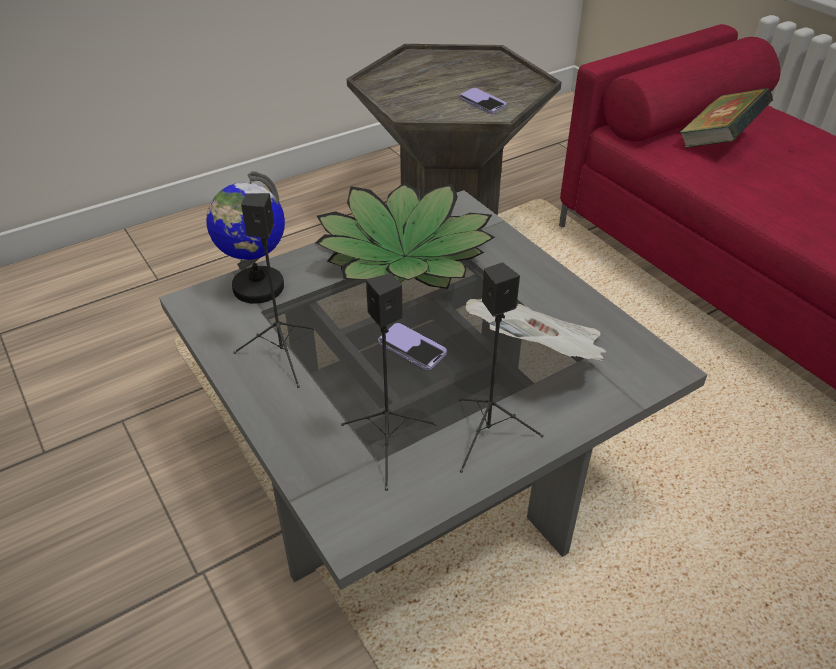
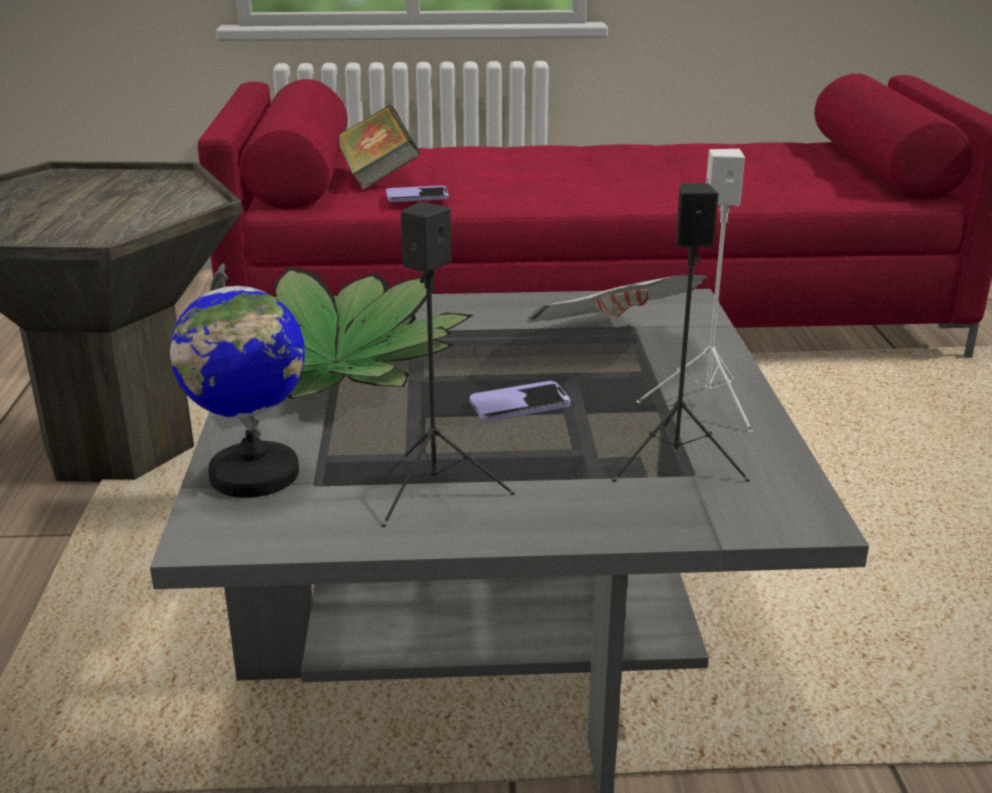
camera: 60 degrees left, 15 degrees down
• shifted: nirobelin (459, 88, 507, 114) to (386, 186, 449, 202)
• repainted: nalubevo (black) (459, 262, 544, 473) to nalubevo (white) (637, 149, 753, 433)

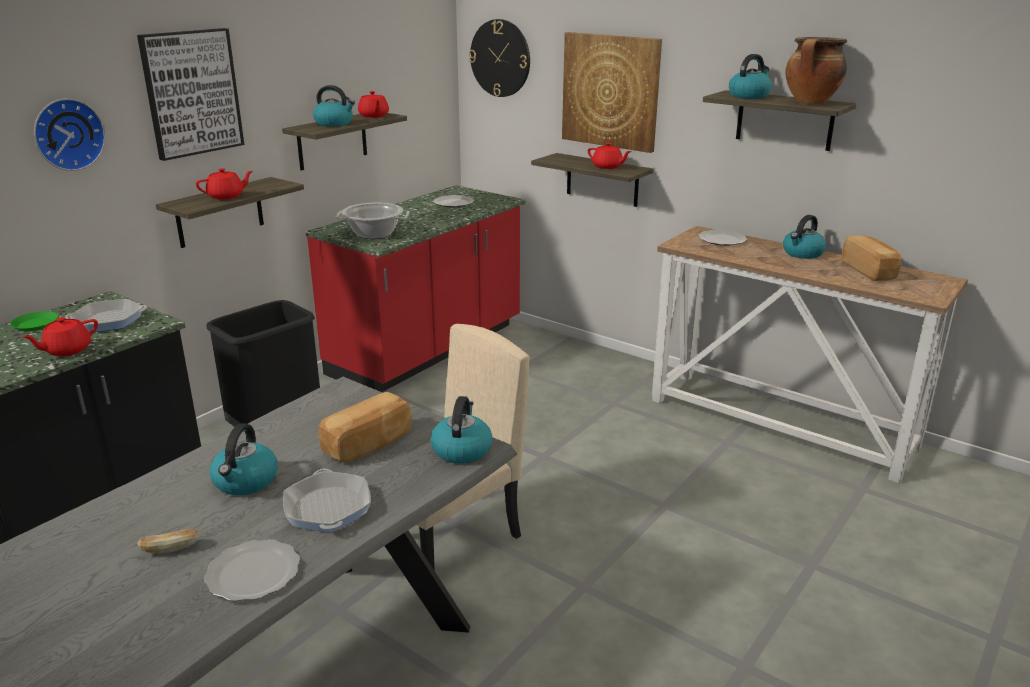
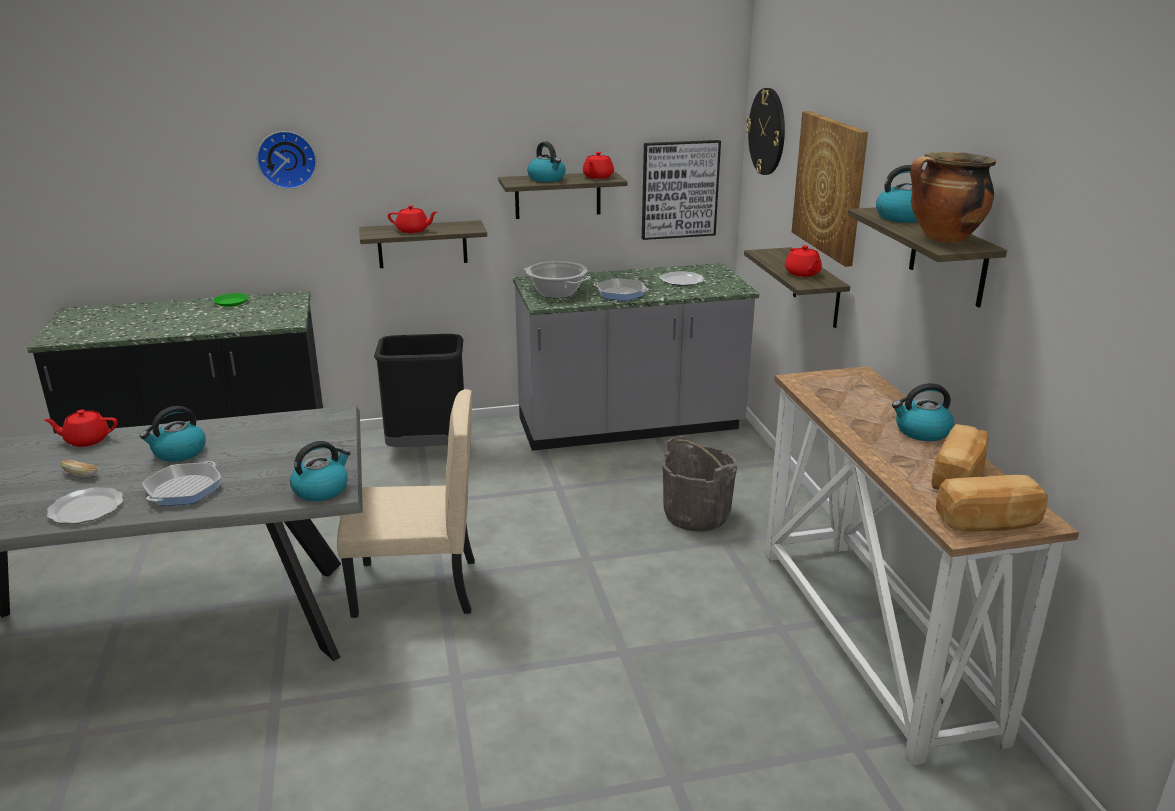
camera: 40 degrees right, 0 degrees up
• shifted: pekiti (137, 28, 244, 161) to (642, 140, 721, 240)
• repainted: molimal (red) (306, 185, 526, 392) to molimal (grey) (513, 263, 759, 451)
• gone: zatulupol (698, 230, 747, 246)
• shifted: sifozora (65, 299, 147, 332) to (593, 278, 649, 301)
• shifted: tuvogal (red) (23, 317, 98, 356) to (43, 410, 118, 447)
• shifted: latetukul (319, 392, 411, 463) to (936, 475, 1048, 532)
• new: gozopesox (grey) (662, 436, 737, 532)

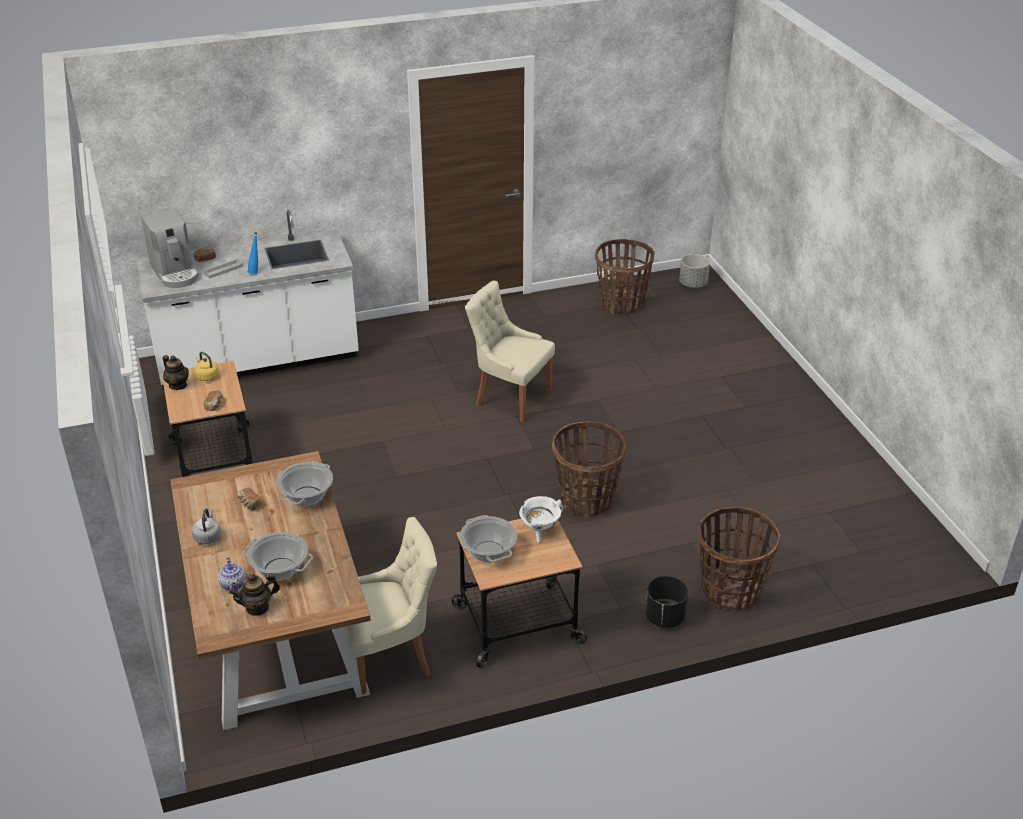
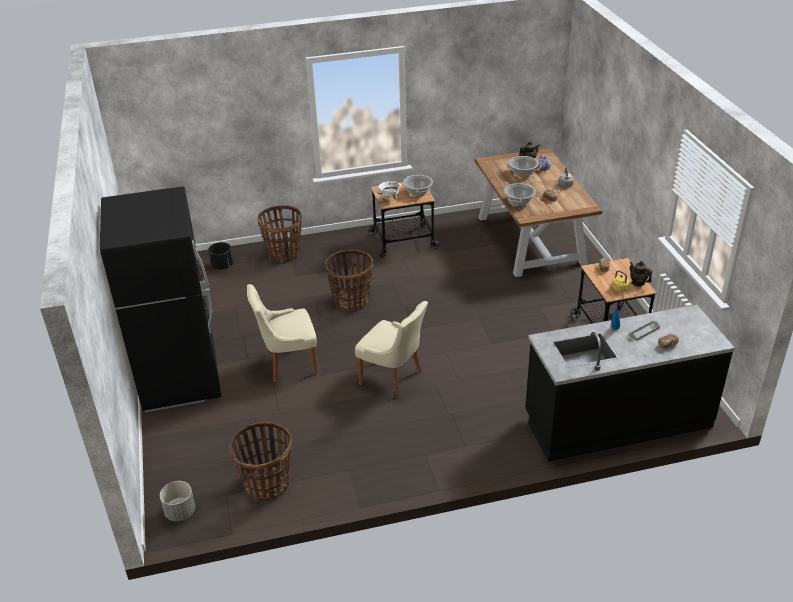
camera: 175 degrees left, 0 degrees up
• gone: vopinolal (141, 209, 199, 288)
• repainted: molimal (white) (136, 210, 359, 390) to molimal (black) (525, 305, 735, 462)
• shifted: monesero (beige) (346, 517, 437, 695) to (247, 284, 317, 382)
• shifted: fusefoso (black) (645, 576, 688, 628) to (208, 242, 233, 270)
• new: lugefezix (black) (100, 186, 221, 412)

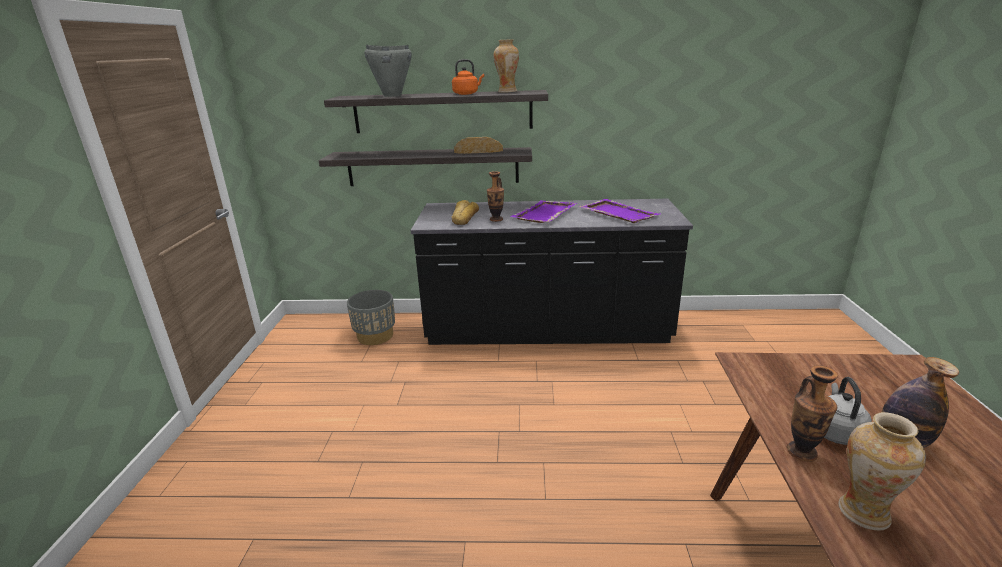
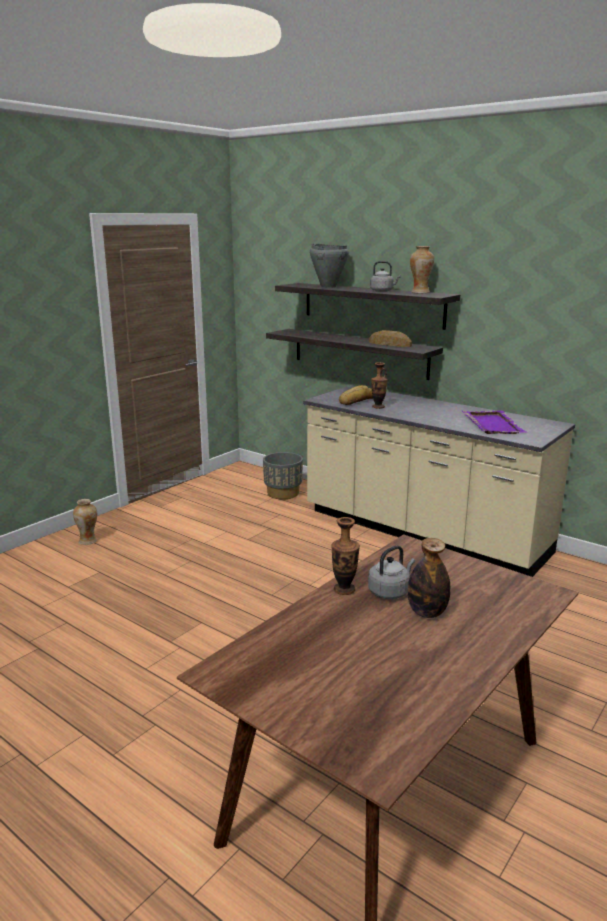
camera: 35 degrees right, 5 degrees down
• repainted: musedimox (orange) (452, 59, 484, 95) to musedimox (grey) (370, 261, 401, 292)
• repainted: molimal (black) (410, 199, 693, 345) to molimal (beige) (303, 385, 575, 577)
• gone: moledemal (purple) (510, 200, 577, 223)
• shifted: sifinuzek (838, 412, 926, 531) to (73, 499, 97, 545)

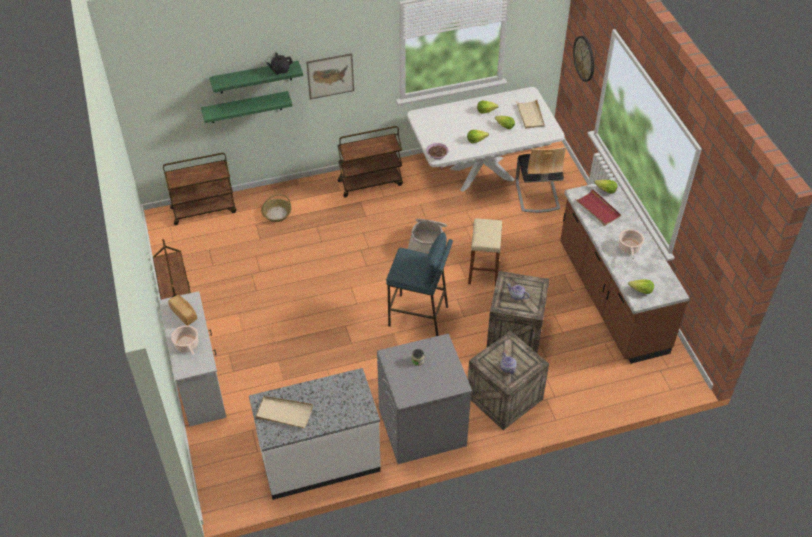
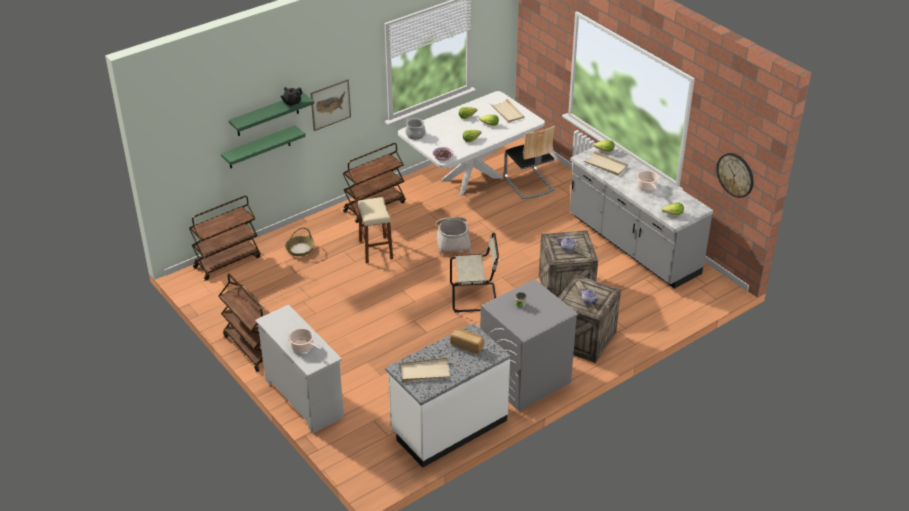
camera: 20 degrees left, 10 degrees down
• shifted: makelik (573, 36, 594, 82) to (717, 153, 754, 198)
• repainted: molimal (brown) (560, 179, 689, 364) to molimal (grey) (570, 146, 714, 289)
• repainted: moledemal (red) (575, 189, 621, 226) to moledemal (beige) (584, 151, 628, 176)
• shifted: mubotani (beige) (468, 219, 502, 285) to (358, 197, 393, 263)
• swapped: mubotani (blue) (386, 232, 453, 336) to monesero (beige) (450, 232, 499, 313)
• shifted: latetukul (168, 295, 197, 325) to (450, 328, 485, 354)
• new: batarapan (405, 118, 426, 139)

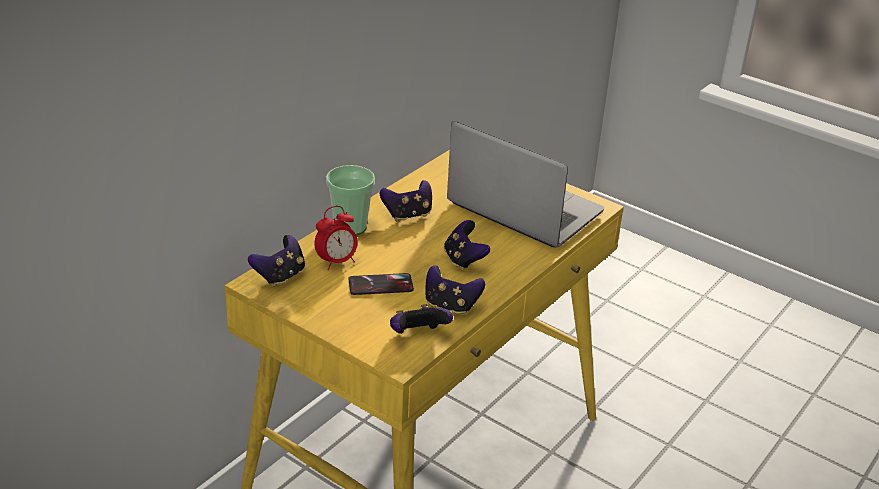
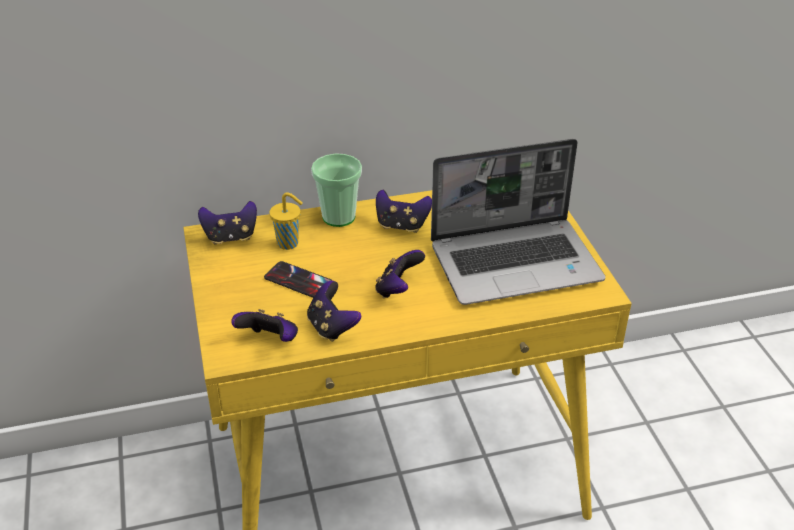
camera: 40 degrees right, 5 degrees up
• rotated: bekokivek (447, 121, 604, 248) = (431, 139, 605, 305) 90 degrees clockwise
• swapped: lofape (315, 206, 358, 270) to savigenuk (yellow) (269, 192, 303, 250)

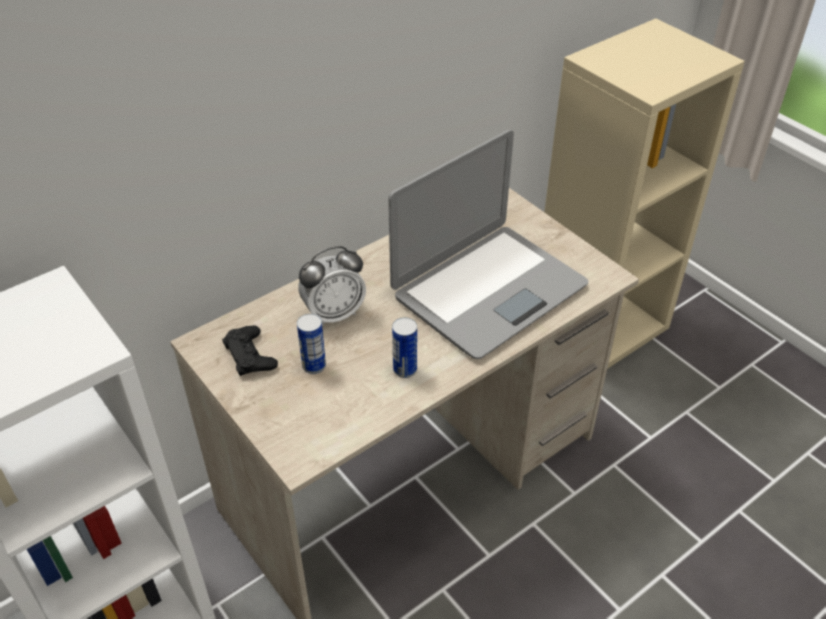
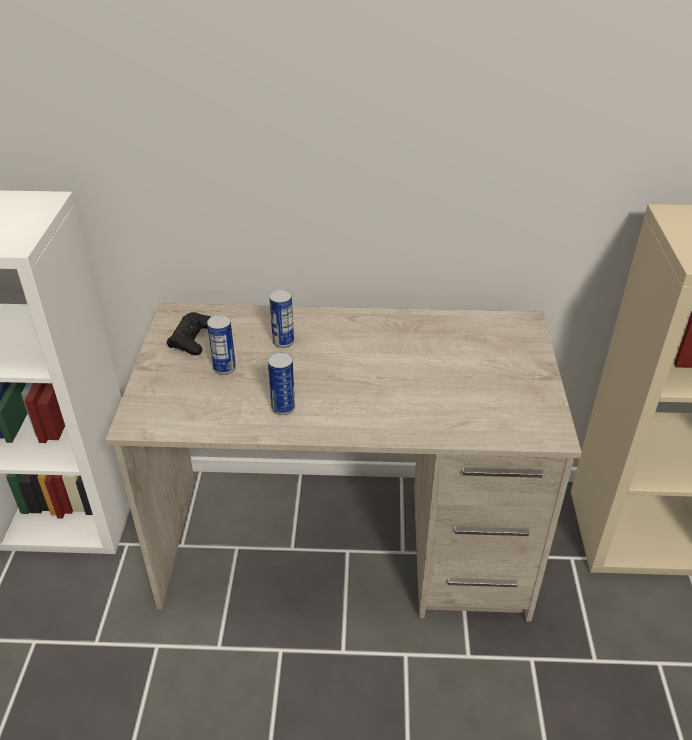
camera: 40 degrees right, 5 degrees down
• gone: bekokivek (388, 130, 588, 359)
• swapped: lofape (299, 246, 366, 326) to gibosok (269, 290, 294, 348)

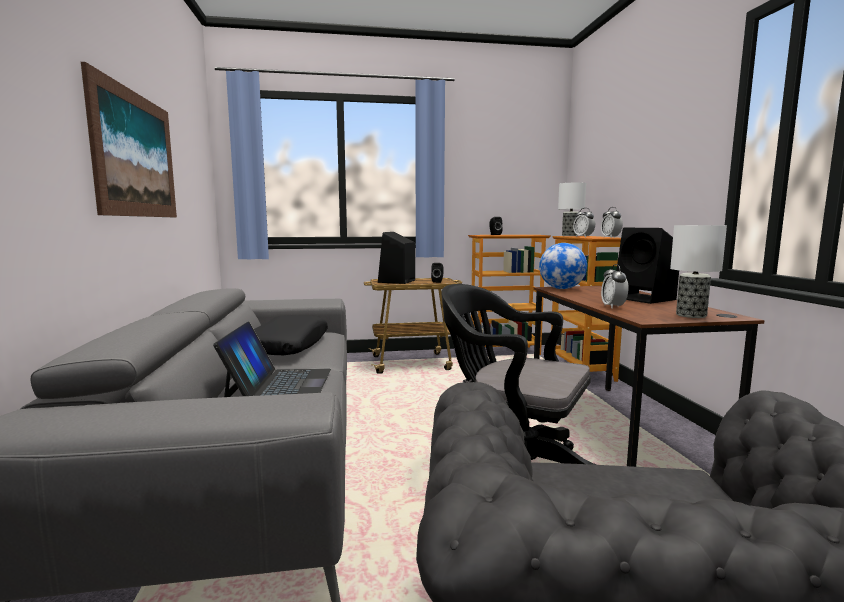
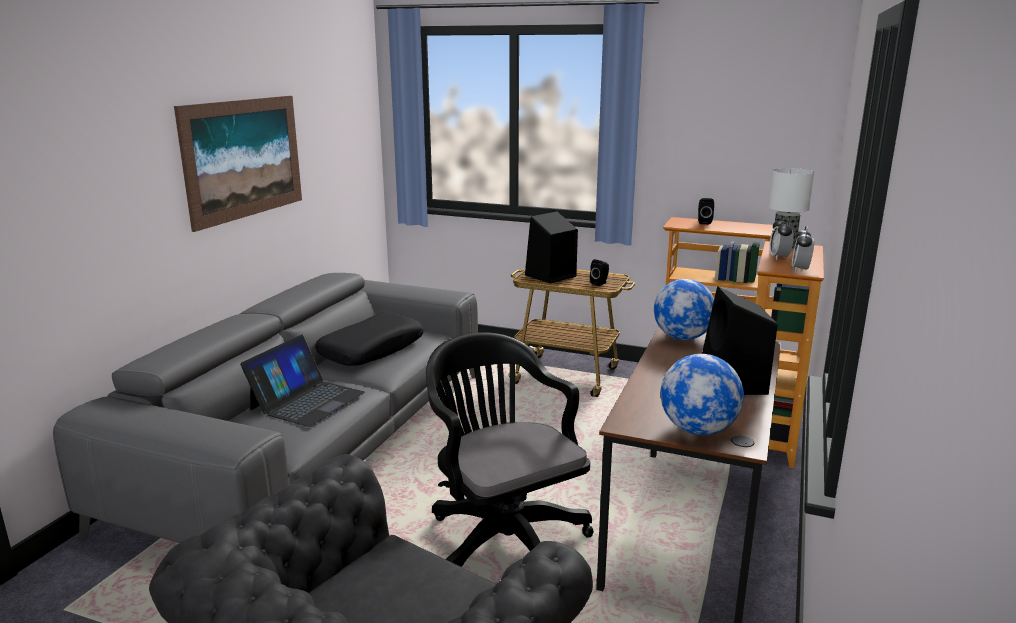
camera: 30 degrees right, 10 degrees up
• swapped: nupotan (670, 225, 727, 318) to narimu (661, 354, 744, 435)
• gone: lofape (601, 264, 629, 308)

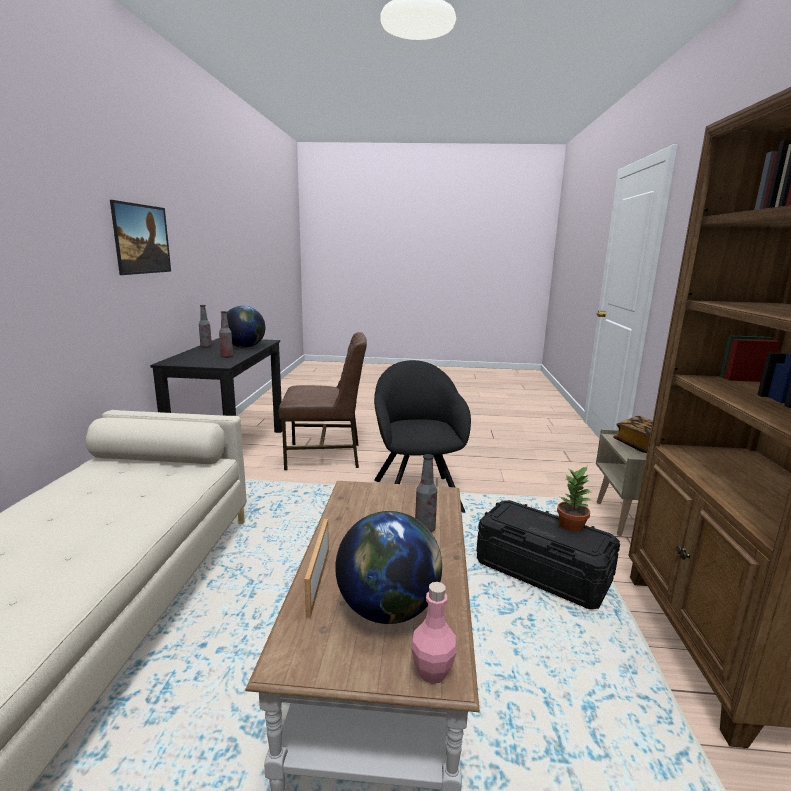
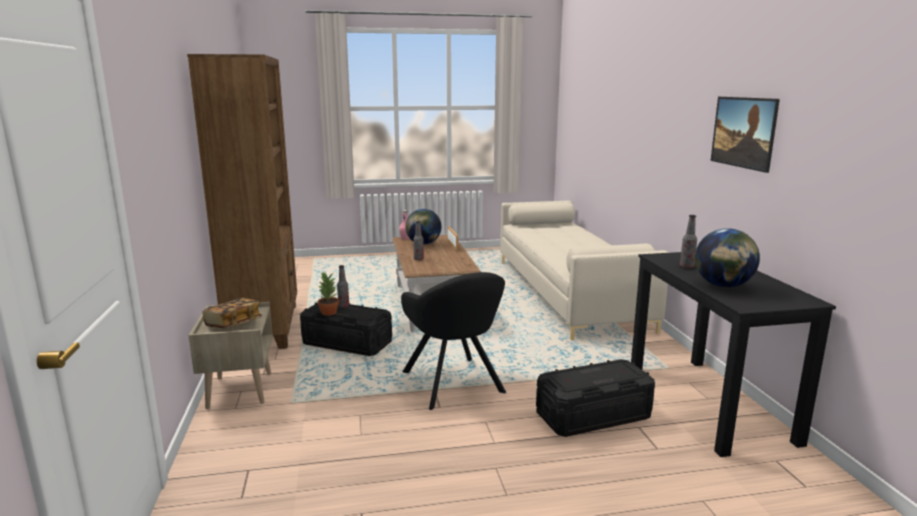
camera: 165 degrees right, 0 degrees up
• shifted: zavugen (199, 305, 212, 348) to (337, 265, 349, 308)
• swapped: monesero (brown) (279, 332, 367, 470) to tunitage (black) (536, 359, 655, 437)

